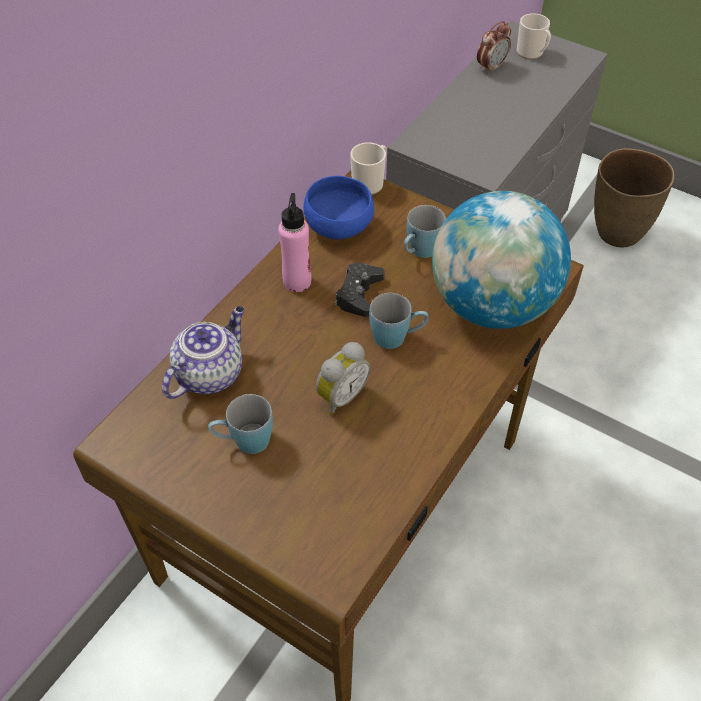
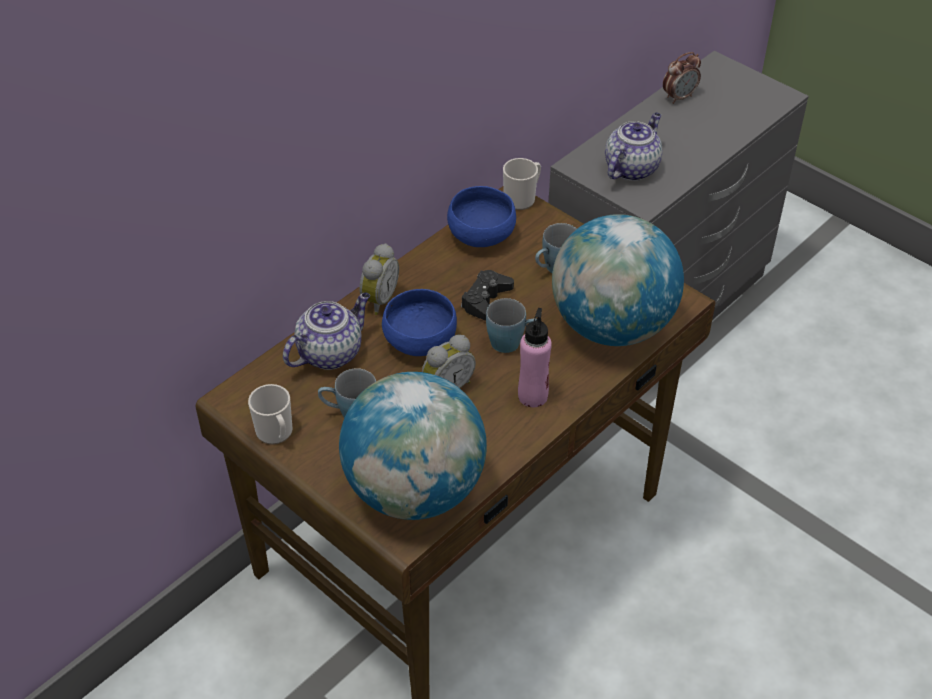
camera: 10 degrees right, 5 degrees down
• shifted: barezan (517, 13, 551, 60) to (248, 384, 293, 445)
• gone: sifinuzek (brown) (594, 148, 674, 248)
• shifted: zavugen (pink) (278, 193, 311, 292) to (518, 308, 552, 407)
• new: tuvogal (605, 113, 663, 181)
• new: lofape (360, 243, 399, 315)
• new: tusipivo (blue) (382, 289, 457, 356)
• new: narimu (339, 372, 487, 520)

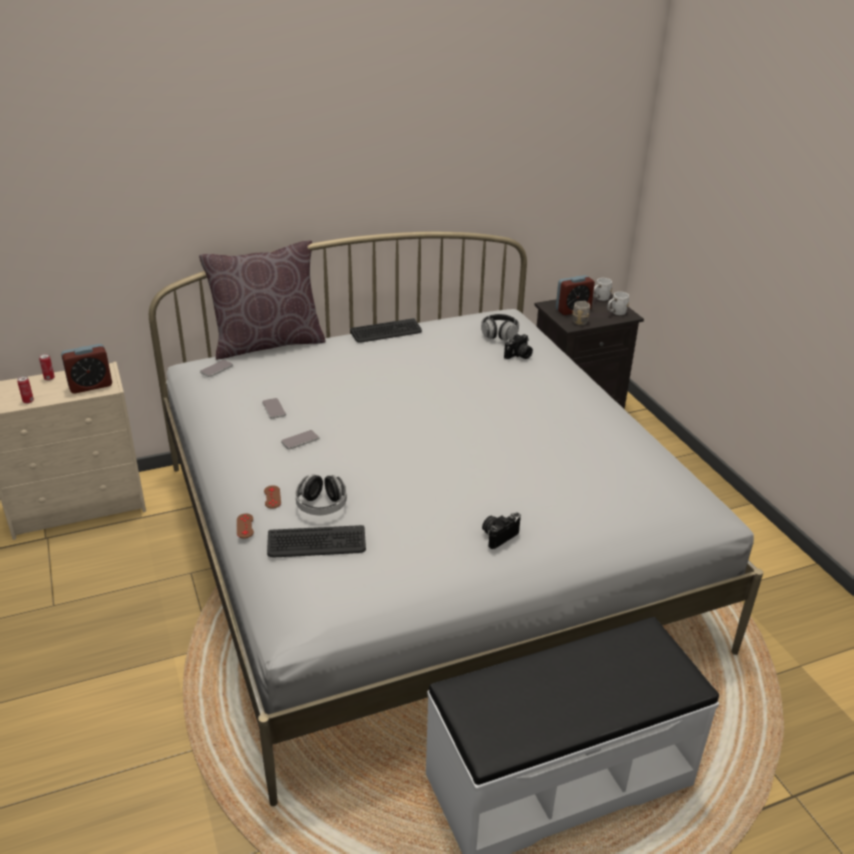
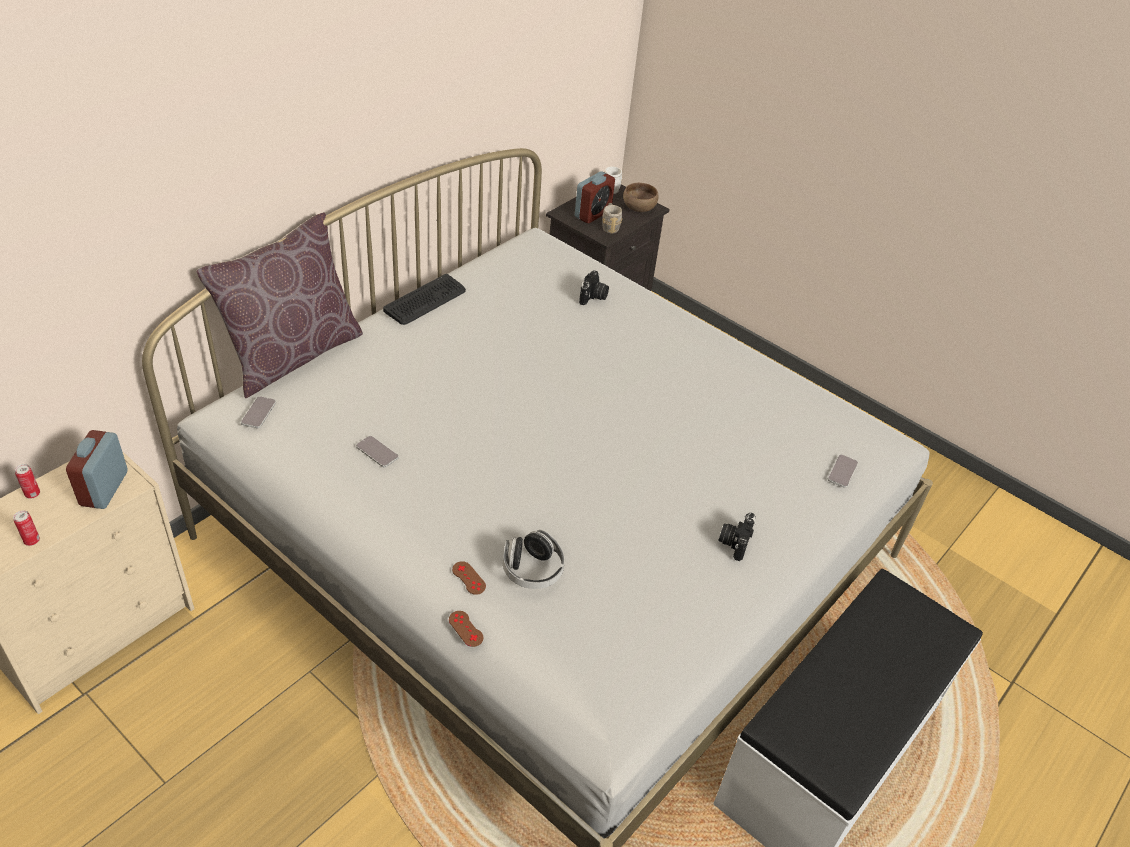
camera: 30 degrees left, 10 degrees up
• swapped: barezan (white) (607, 292, 629, 315) to tusipivo (brown) (623, 183, 659, 212)
• gone: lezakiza (481, 314, 519, 341)
• rotated: lofape (61, 344, 112, 394) = (66, 430, 128, 509) 150 degrees clockwise
• shifted: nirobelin (281, 430, 319, 449) to (828, 454, 858, 488)
• gone: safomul (267, 525, 366, 557)

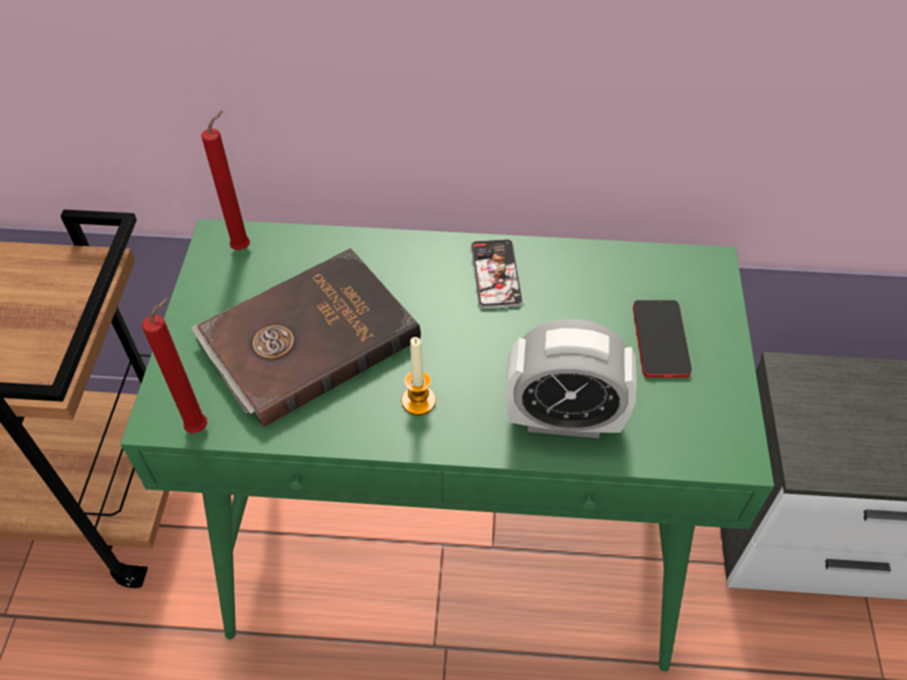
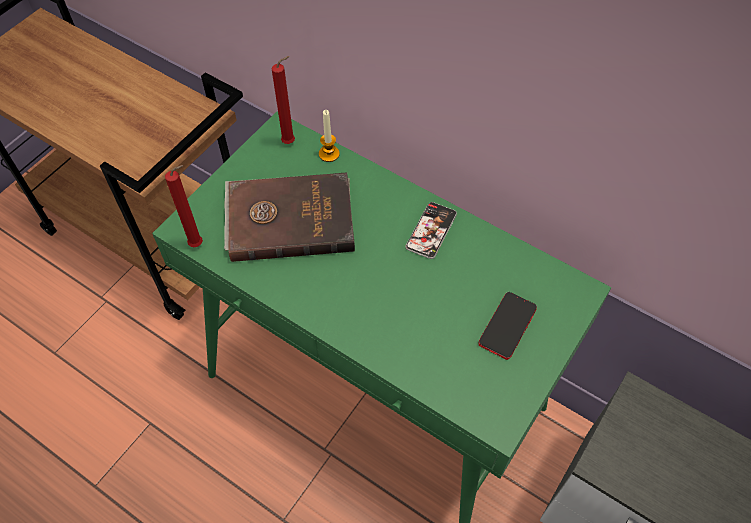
camera: 30 degrees right, 5 degrees up
• gone: lofape (505, 319, 637, 438)
• shifted: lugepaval (402, 337, 436, 415) to (319, 110, 340, 162)

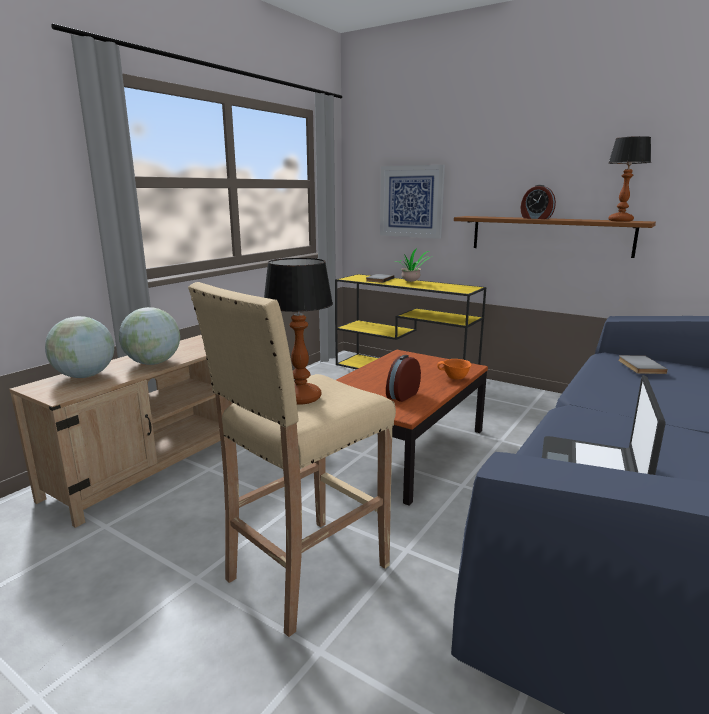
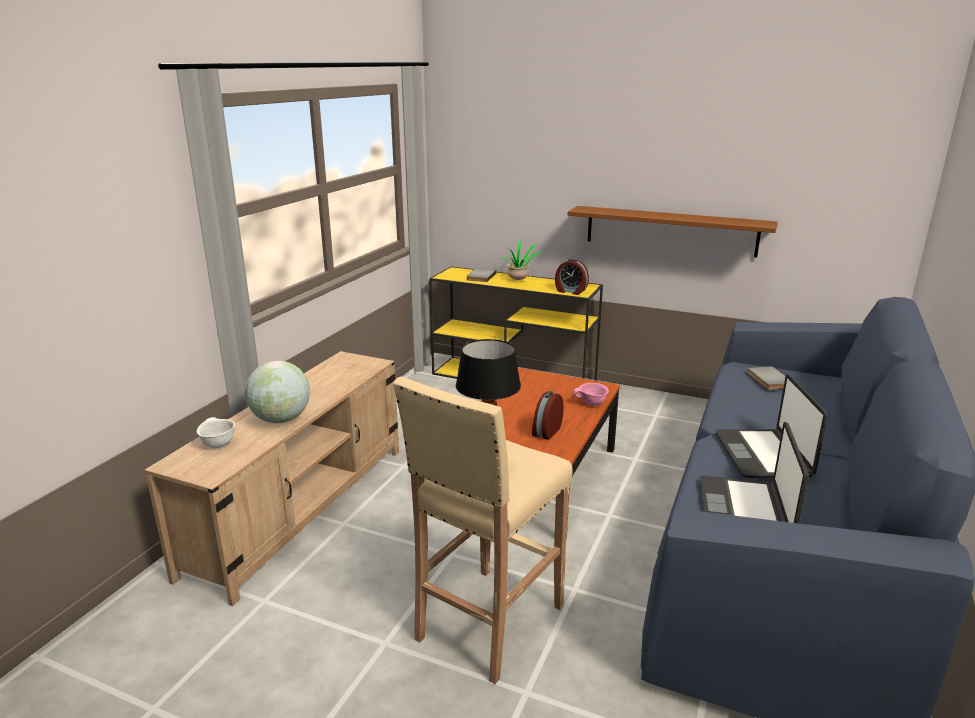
camera: 10 degrees left, 5 degrees up
• gone: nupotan (608, 136, 651, 222)
• gone: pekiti (380, 165, 445, 239)
• shifted: lofape (521, 185, 556, 219) to (555, 259, 589, 295)
• swapped: narimu (45, 316, 114, 378) to tusipivo (white) (197, 417, 235, 448)
• repainted: tusipivo (orange) (437, 359, 471, 379) to tusipivo (pink) (573, 383, 609, 406)
• new: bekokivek (715, 374, 828, 478)

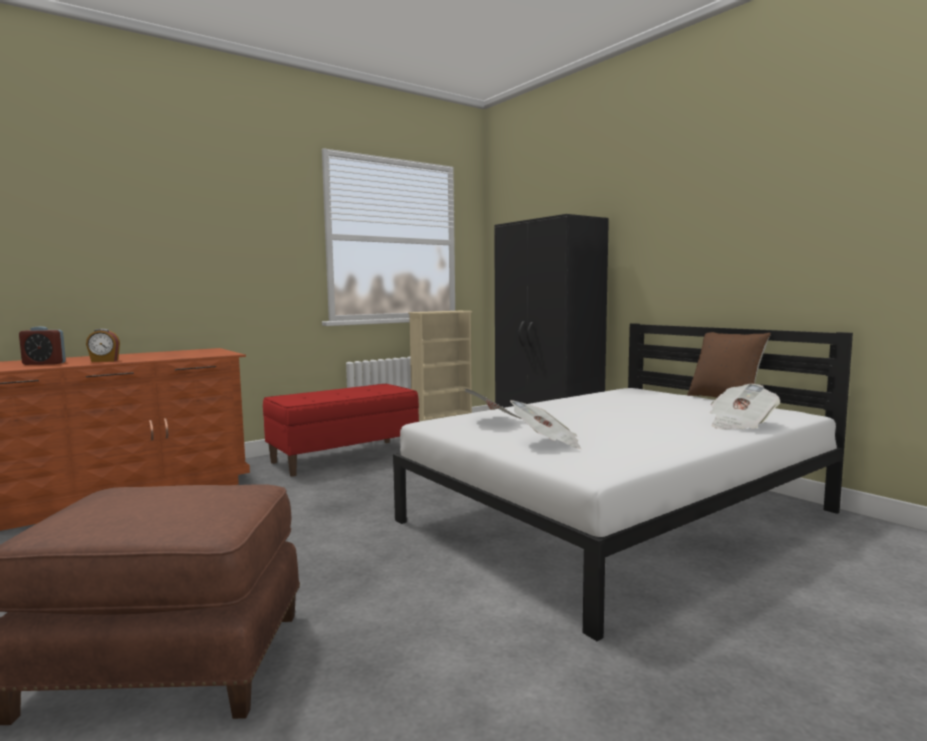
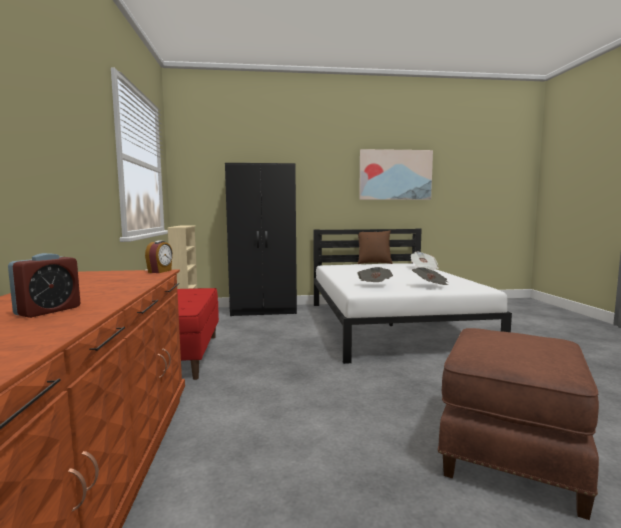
camera: 60 degrees left, 0 degrees up
• shifted: lofape (86, 329, 120, 362) to (145, 241, 173, 273)
• new: pekiti (359, 149, 433, 200)

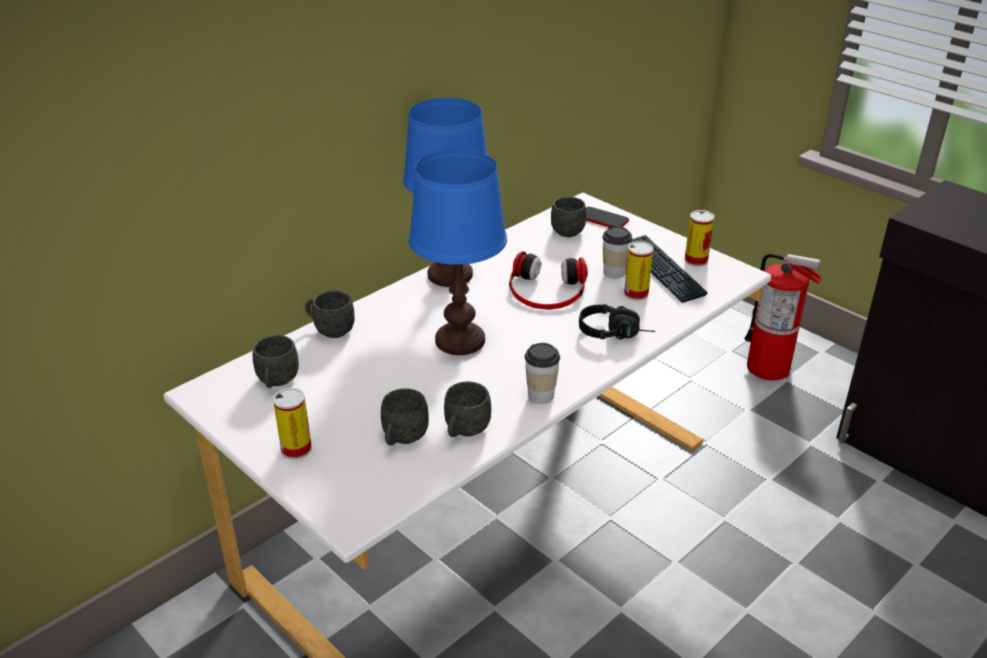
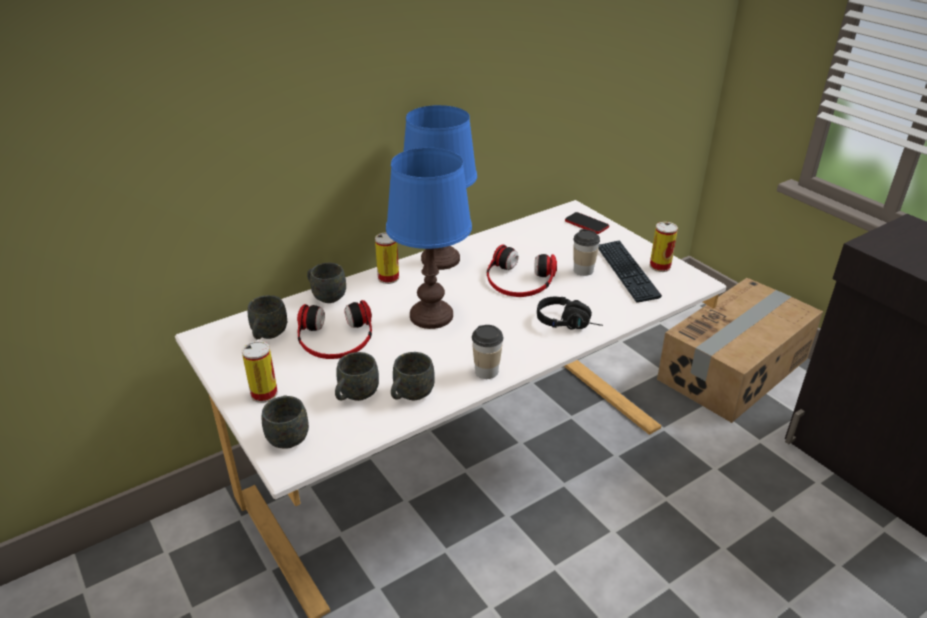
camera: 10 degrees right, 0 degrees up
• shifted: barezan (grey) (551, 197, 586, 237) to (261, 395, 309, 448)
• shifted: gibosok (624, 241, 653, 300) to (375, 232, 399, 284)
• swapped: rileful (744, 253, 822, 380) to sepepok (657, 278, 823, 423)
• new: lezakiza (297, 300, 372, 359)

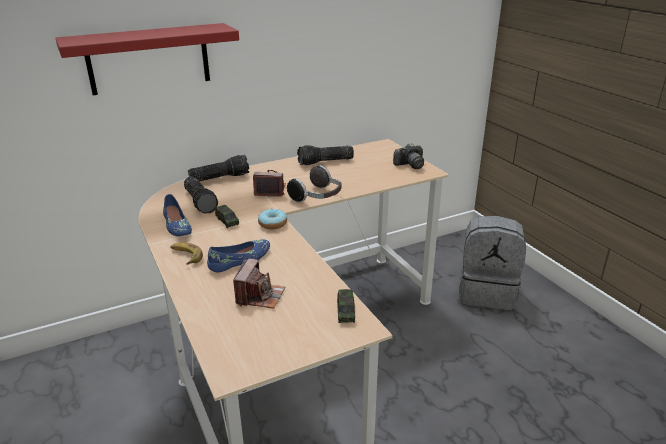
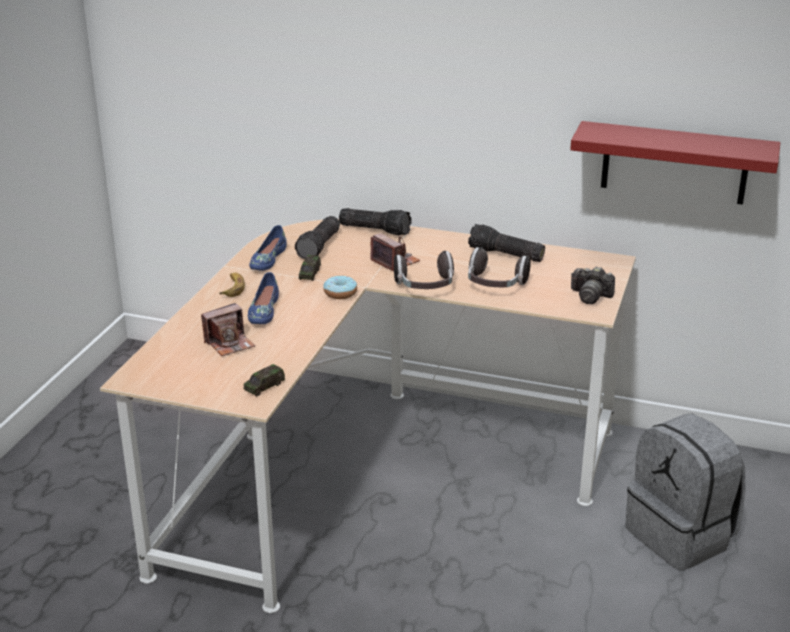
camera: 45 degrees right, 0 degrees up
• shifted: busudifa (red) (55, 23, 239, 95) to (570, 121, 780, 205)
• rotated: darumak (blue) (207, 240, 270, 273) = (248, 272, 279, 324) 90 degrees clockwise
• new: lezakiza (468, 247, 531, 287)

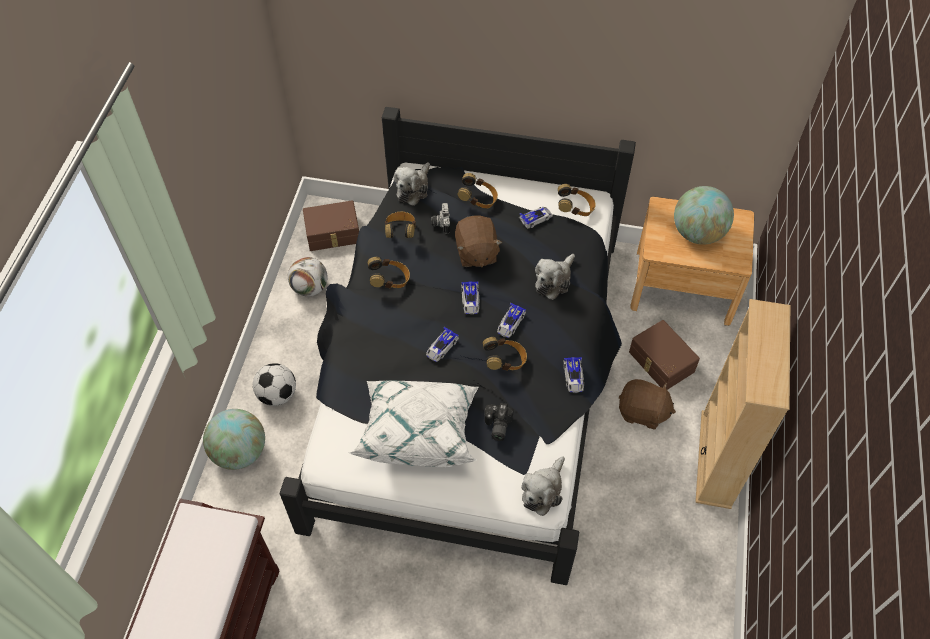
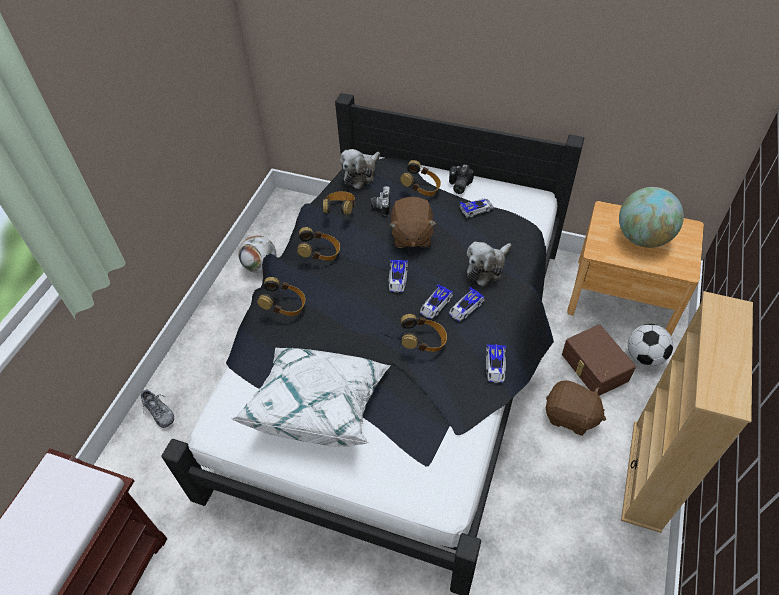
camera: 10 degrees right, 5 degrees down
• shifted: lezakiza (558, 184, 596, 216) to (257, 277, 306, 316)
• gone: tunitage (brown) (303, 200, 359, 251)
• shifted: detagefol (426, 327, 459, 362) to (449, 287, 485, 321)
• shifted: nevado (253, 363, 296, 406) to (628, 324, 673, 366)
• shifted: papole (484, 403, 514, 441) to (449, 164, 474, 194)
• swapped: narimu (203, 409, 265, 470) to darumak (141, 389, 174, 428)
• gone: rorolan (521, 456, 565, 516)

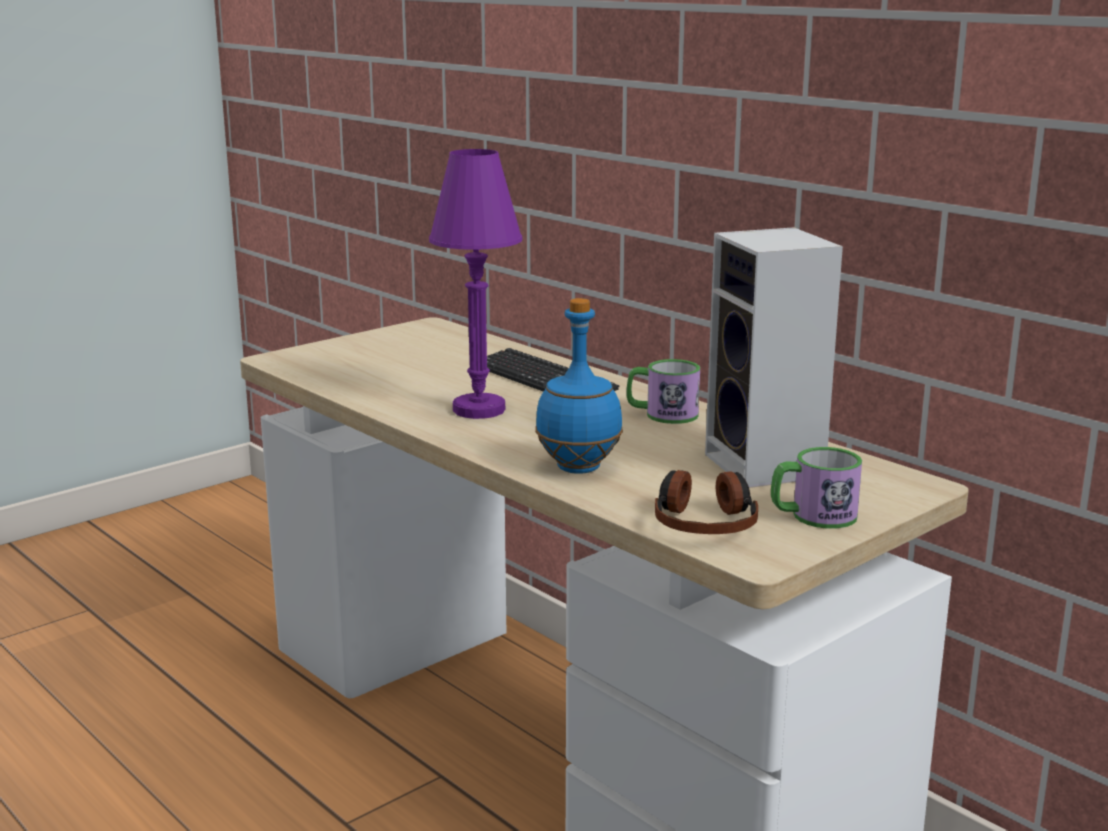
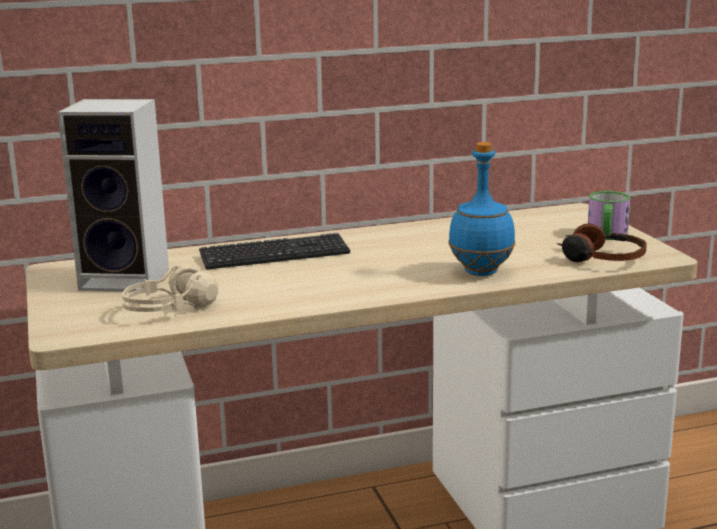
camera: 65 degrees left, 0 degrees up
• gone: nupotan (purple) (429, 149, 523, 419)
• shifted: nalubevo (705, 227, 843, 488) to (58, 99, 169, 292)
• gone: barezan (626, 359, 700, 424)
• new: lezakiza (beige) (122, 265, 218, 312)

